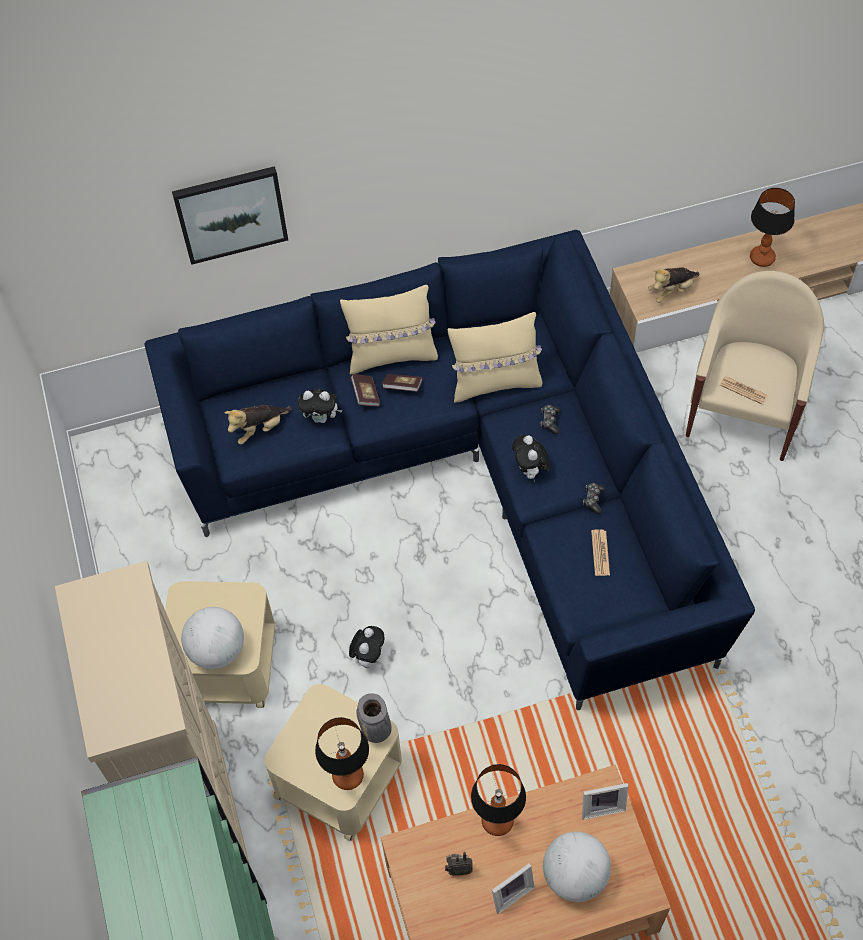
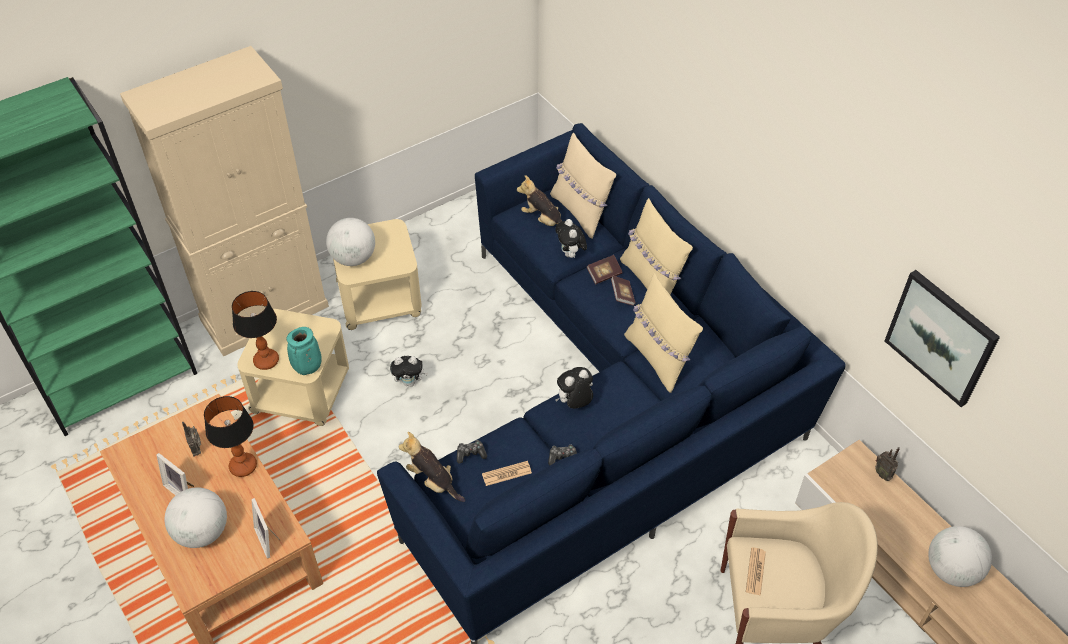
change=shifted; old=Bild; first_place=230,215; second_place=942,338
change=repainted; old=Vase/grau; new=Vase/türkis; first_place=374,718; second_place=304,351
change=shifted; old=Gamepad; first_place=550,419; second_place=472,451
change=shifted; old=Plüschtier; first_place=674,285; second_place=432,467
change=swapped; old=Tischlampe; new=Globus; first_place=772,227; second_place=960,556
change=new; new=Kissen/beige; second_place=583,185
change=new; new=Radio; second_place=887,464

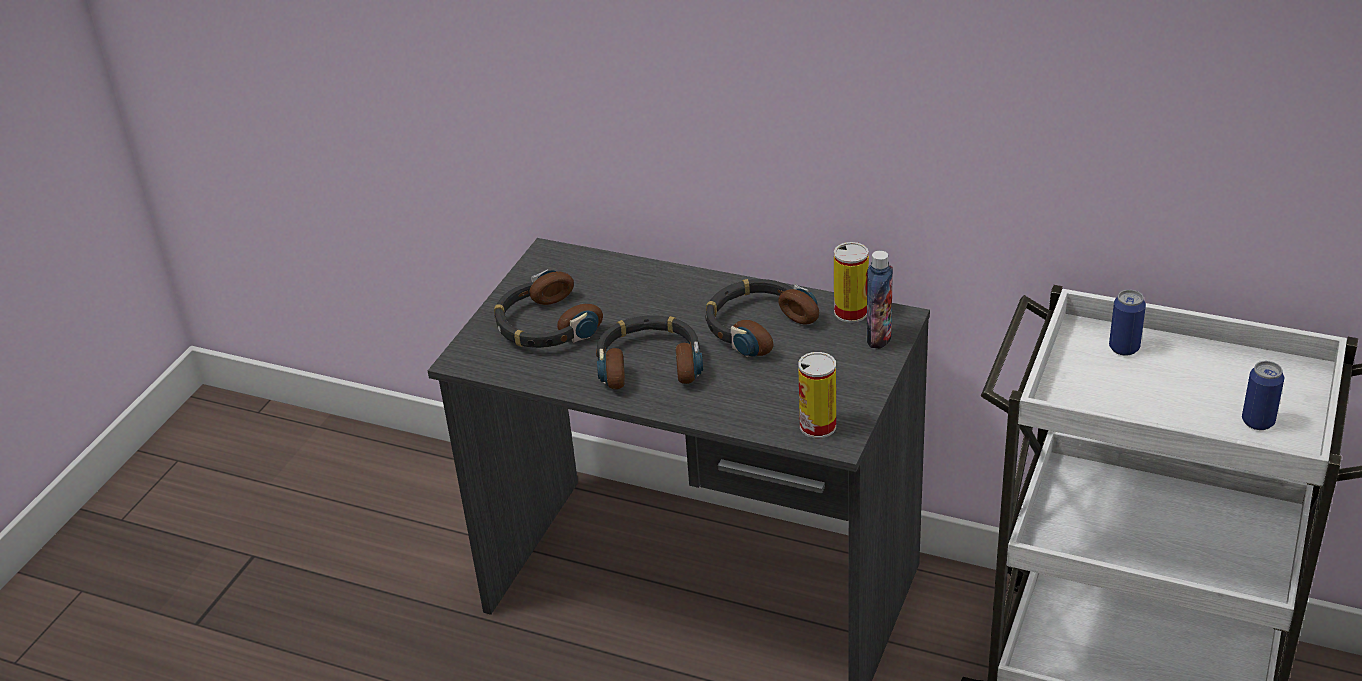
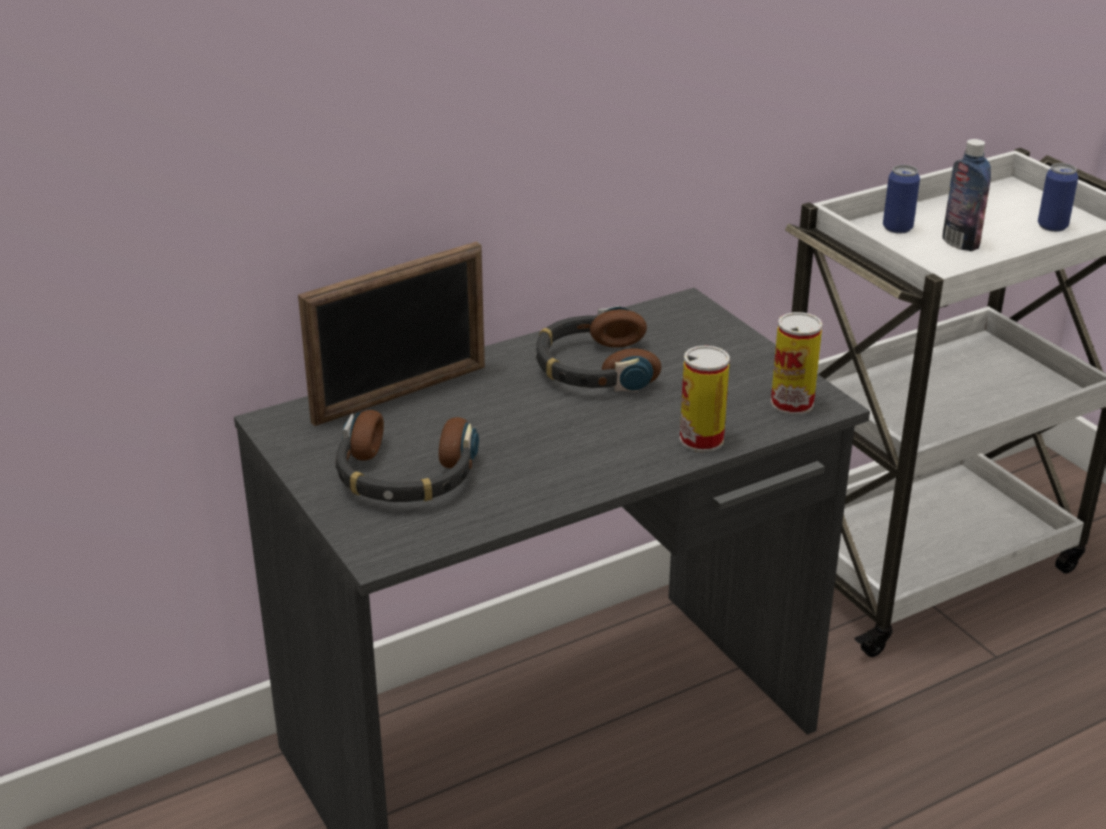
change=gone; old=Kopfhörer; first_place=649,352
change=shifted; old=Dose; first_place=851,282; second_place=705,399
change=shifted; old=Flasche; first_place=880,300; second_place=966,195
change=new; new=Bilderrahmen; second_place=391,333

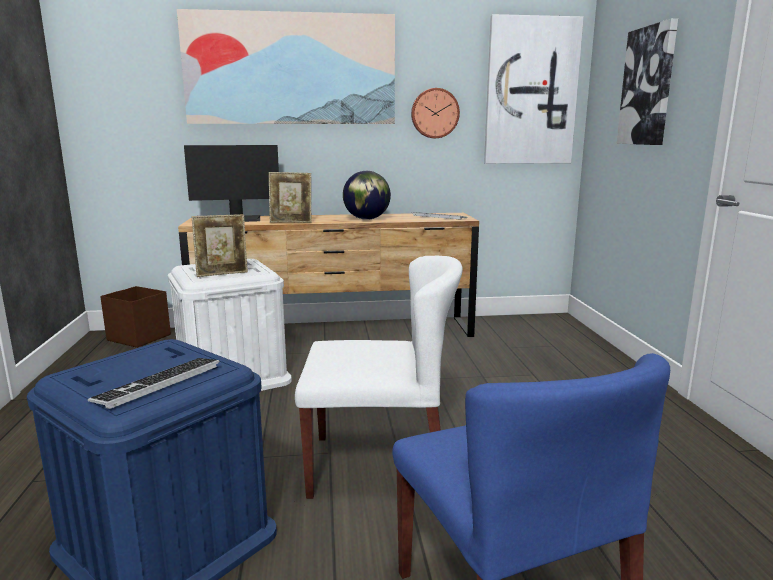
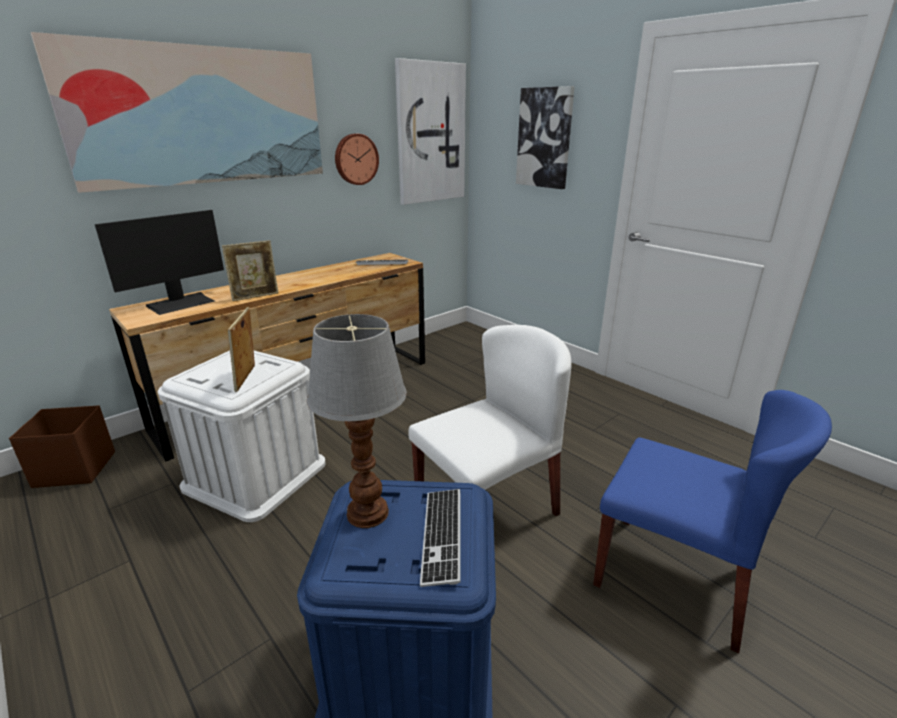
change=rotated; old=Bilderrahmen; first_place=220,245; second_place=241,349; degrees=150
change=gone; old=Globus; first_place=367,195
change=new; new=Tischlampe; second_place=357,421

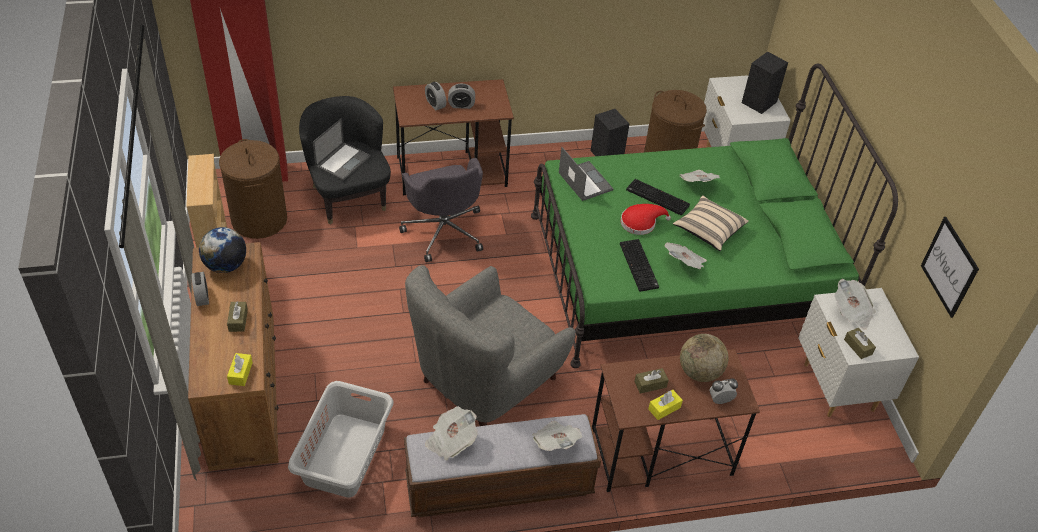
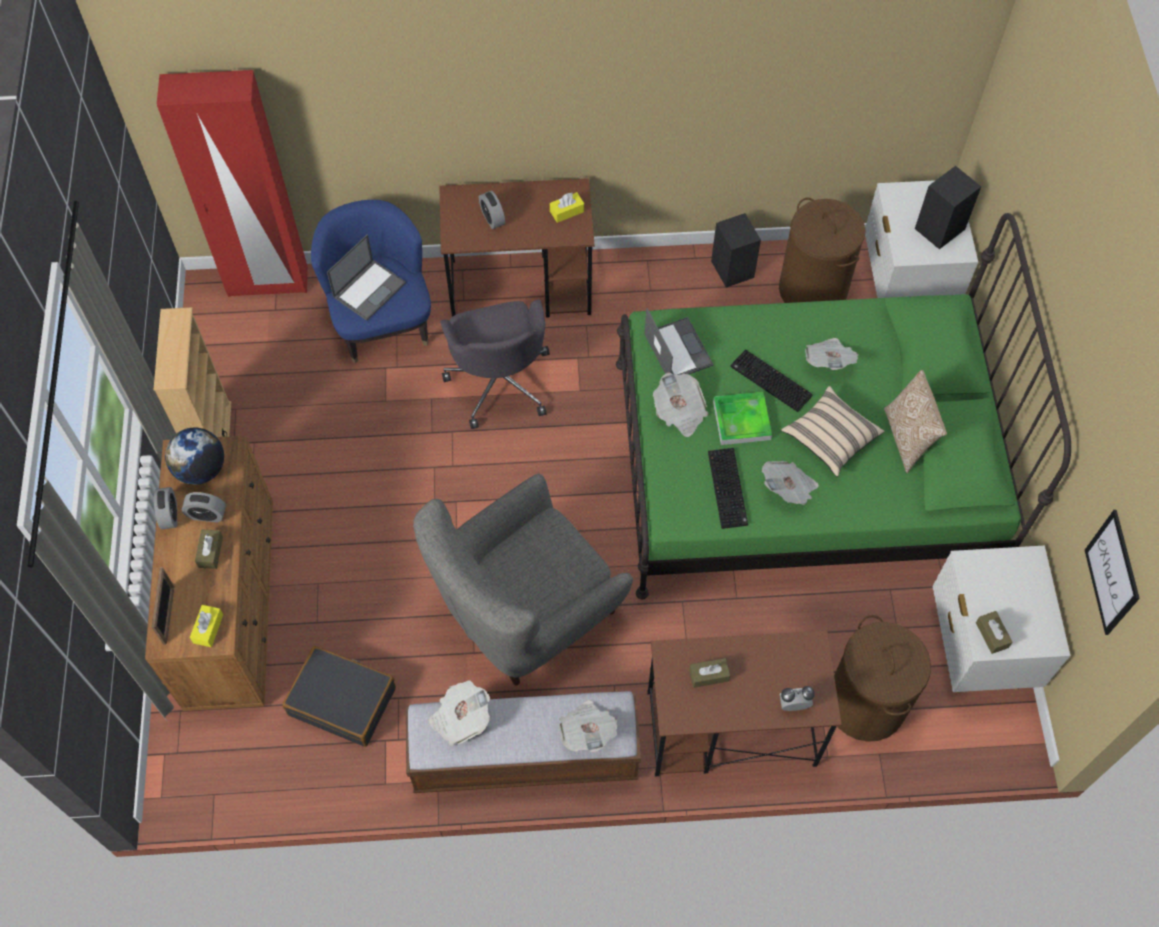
change=shifted; old=Wäschekorb/braun; first_place=253,189; second_place=882,678
change=swapped; old=Wäschekorb/grau; new=Koffer/schwarz; first_place=341,439; second_place=339,696
change=repainted; old=Sessel/schwarz; new=Sessel/blau; first_place=345,160; second_place=371,281
change=shifted; old=Wecker; first_place=461,96; second_place=204,507
change=swapped; old=Hut/rot; new=Tablett; first_place=646,219; second_place=742,418
change=shifted; old=Taschentuchbox/gelb; first_place=665,405; second_place=567,207
change=gone; old=Globus; first_place=704,358
change=shifted; old=Zeitung; first_place=855,304; second_place=680,404
change=new; new=Bilderrahmen; second_place=163,606
change=new; new=Kissen; second_place=915,421

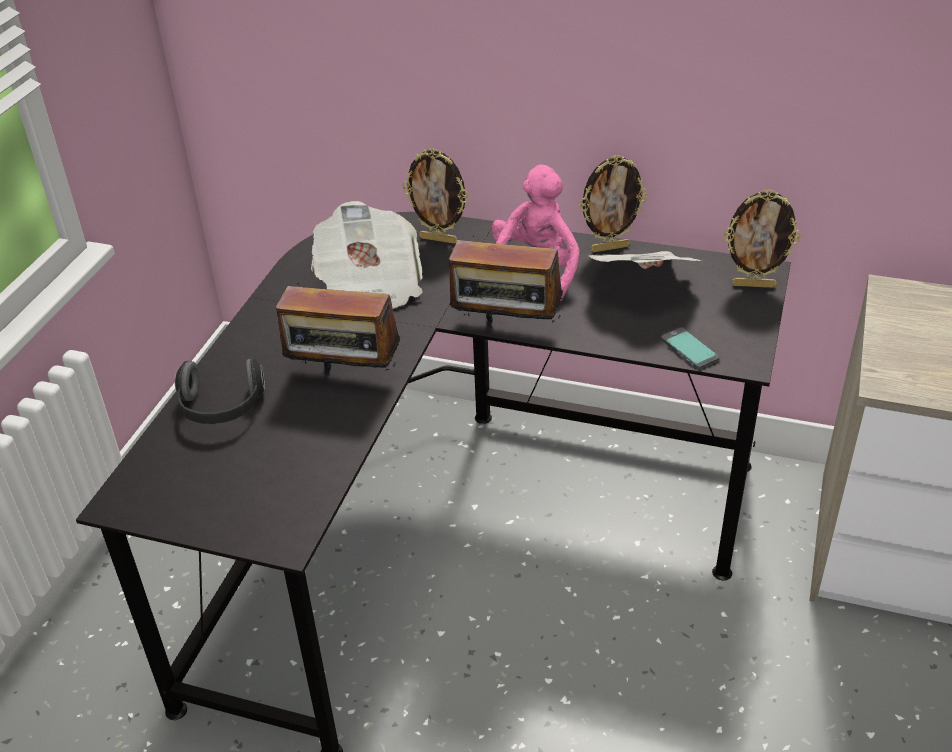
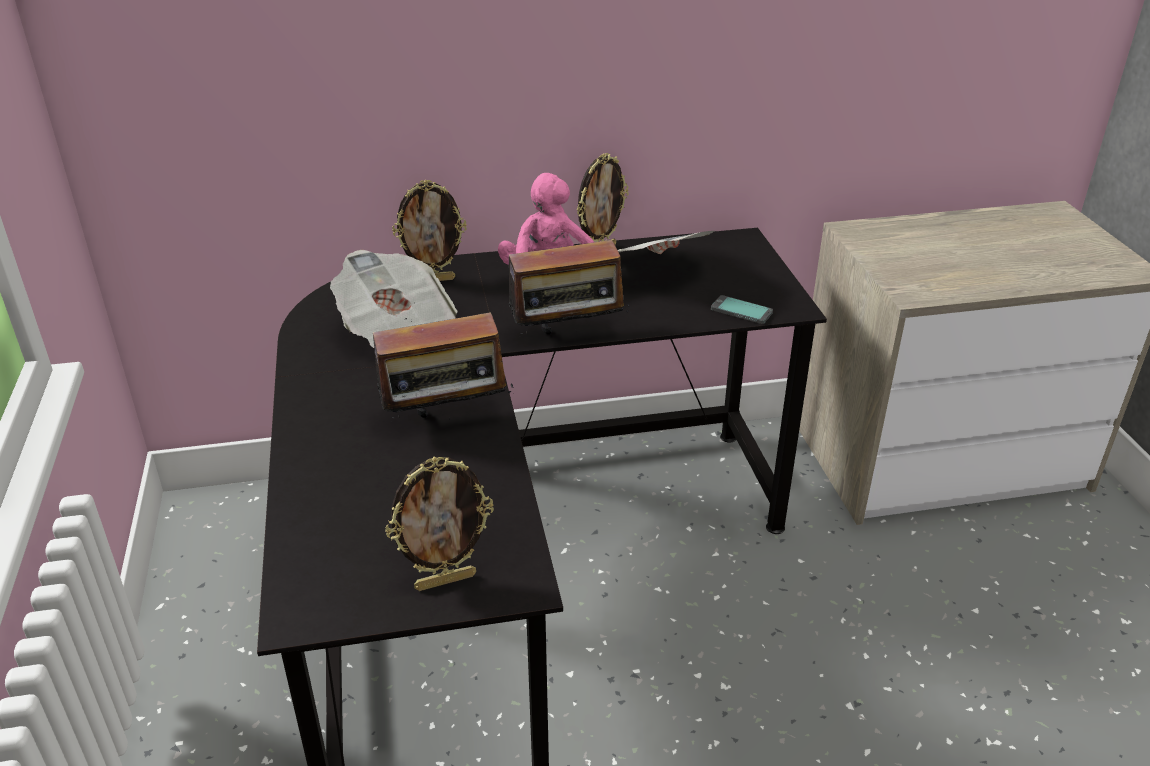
change=gone; old=Kopfhörer; first_place=220,391
change=shifted; old=Bilderrahmen; first_place=762,238; second_place=439,523

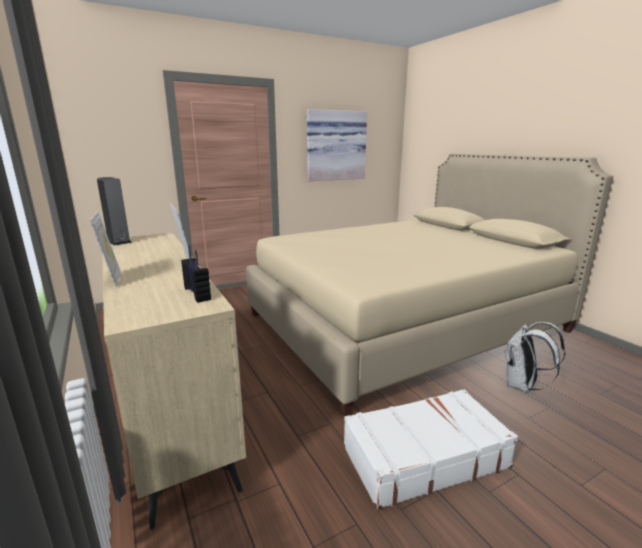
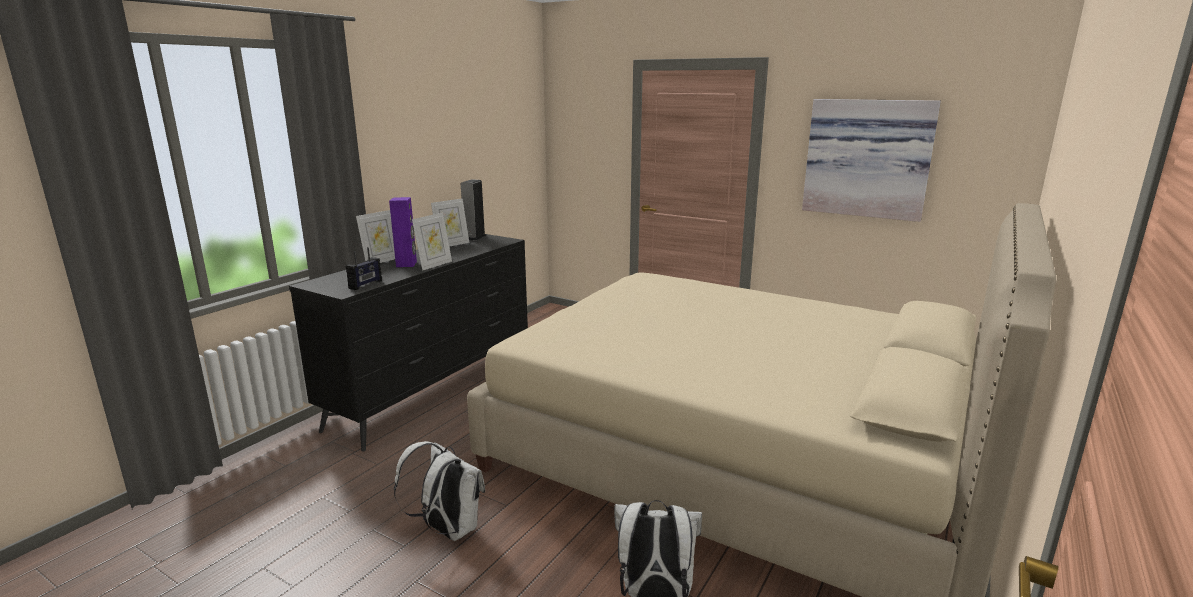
change=repainted; old=Kommode/beige; new=Kommode/schwarz; first_place=174,381; second_place=408,342
change=swapped; old=Koffer/weiß; new=Rucksack/weiß; first_place=431,449; second_place=439,491
change=new; new=Lautsprecher/lila; second_place=403,232
change=new; new=Bilderrahmen; second_place=450,222

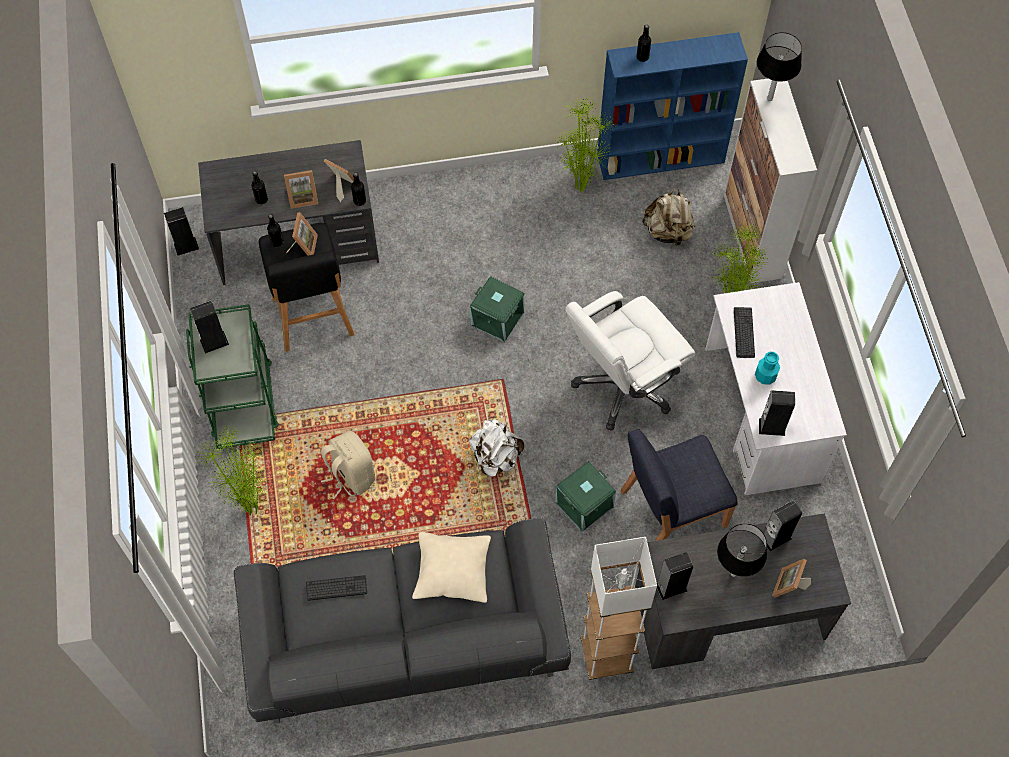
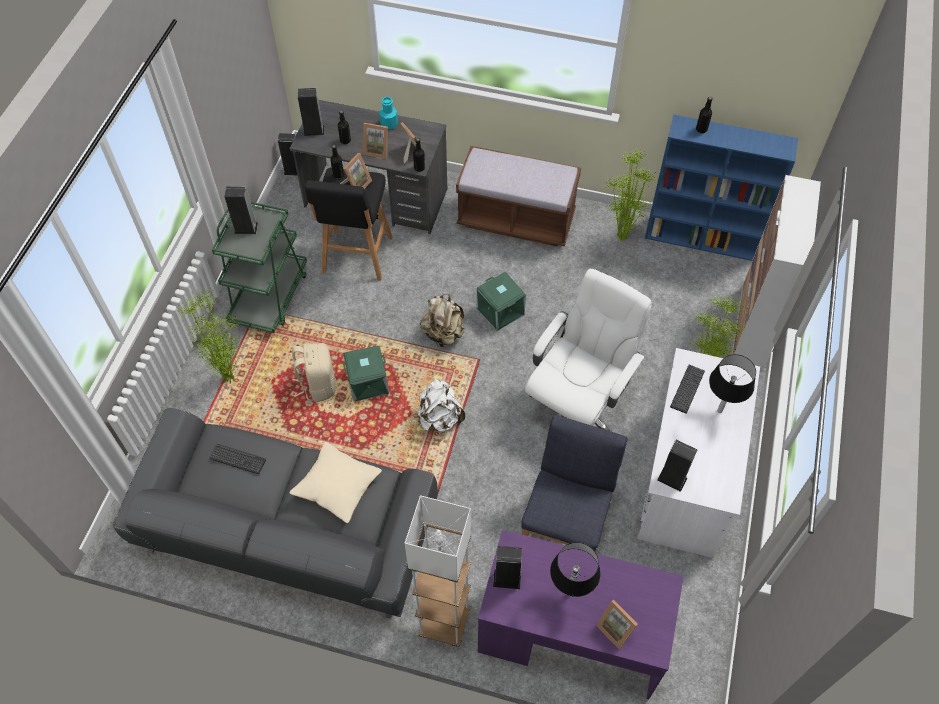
change=shifted; old=Aufbewahrungsbox/grün; first_place=585,496; second_place=366,374
change=rotated; old=Bürostuhl/weiß; first_place=630,361; second_place=588,349; degrees=135
change=rotated; old=Stuhl/blau; first_place=679,485; second_place=574,483; degrees=105
change=repainted; old=Schreibtisch/grau; new=Schreibtisch/lila; first_place=743,591; second_place=581,614
change=shifted; old=Rucksack/beige; first_place=668,217; second_place=442,320
change=shifted; old=Flasche/türkis; first_place=767,368; second_place=388,113
change=shifted; old=Tischlampe/schwarz; first_place=779,66; second_place=732,383
change=shifted; old=Lautsprecher; first_place=783,525; second_place=311,112
change=rotated; old=Bilderrahmen; first_place=791,578; second_place=617,624; degrees=-90
change=new; new=Bank/braun; second_place=518,196

